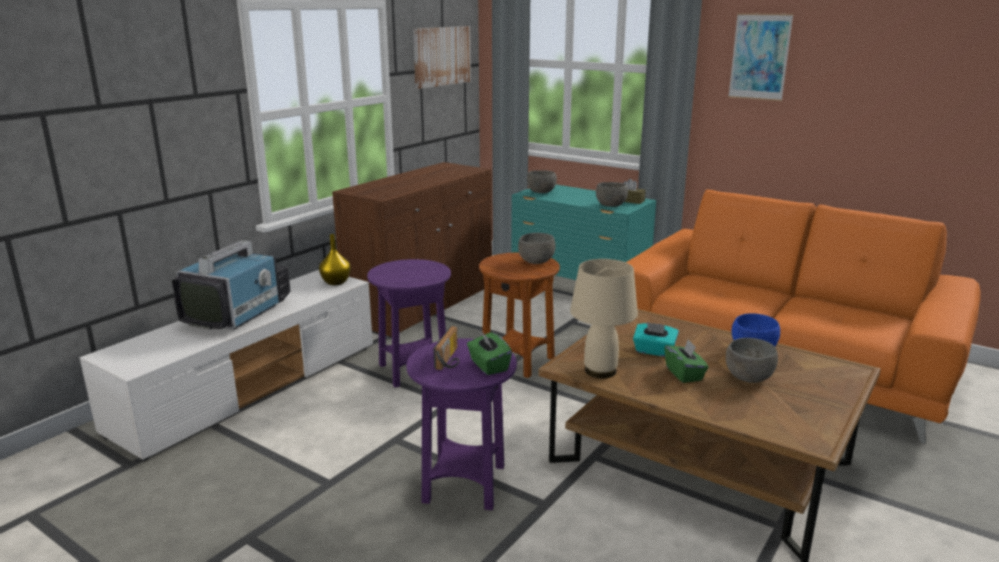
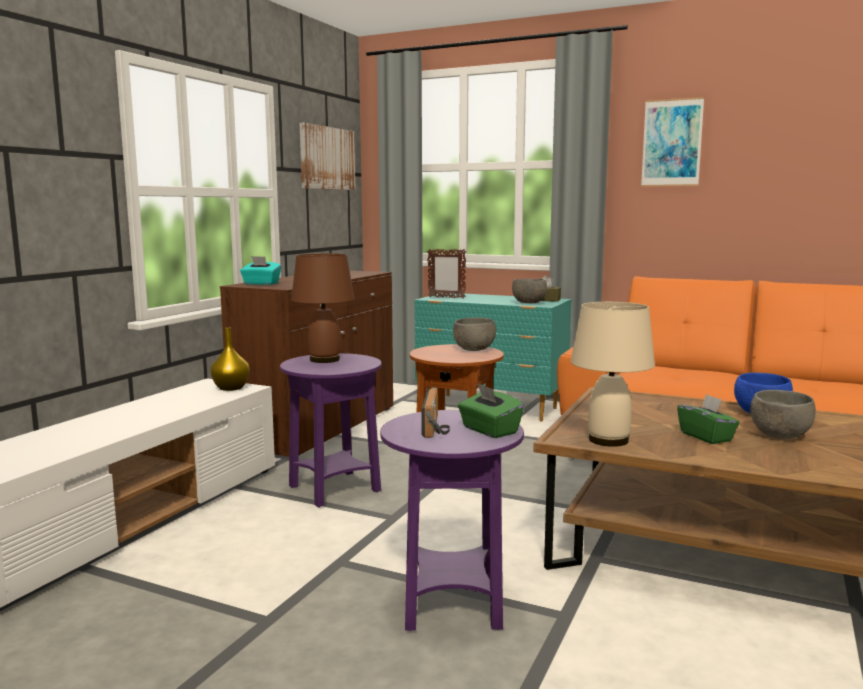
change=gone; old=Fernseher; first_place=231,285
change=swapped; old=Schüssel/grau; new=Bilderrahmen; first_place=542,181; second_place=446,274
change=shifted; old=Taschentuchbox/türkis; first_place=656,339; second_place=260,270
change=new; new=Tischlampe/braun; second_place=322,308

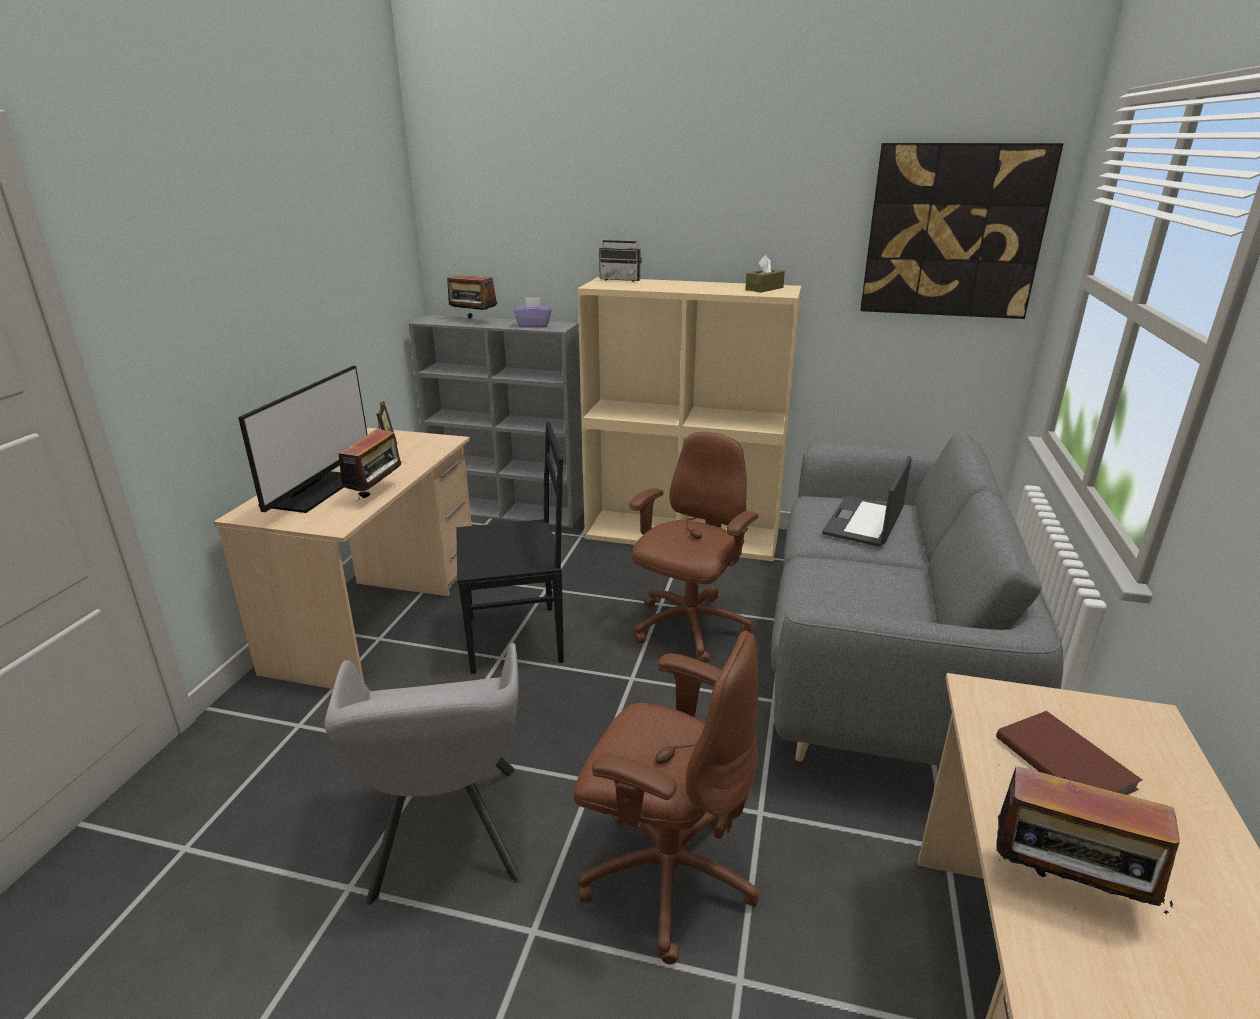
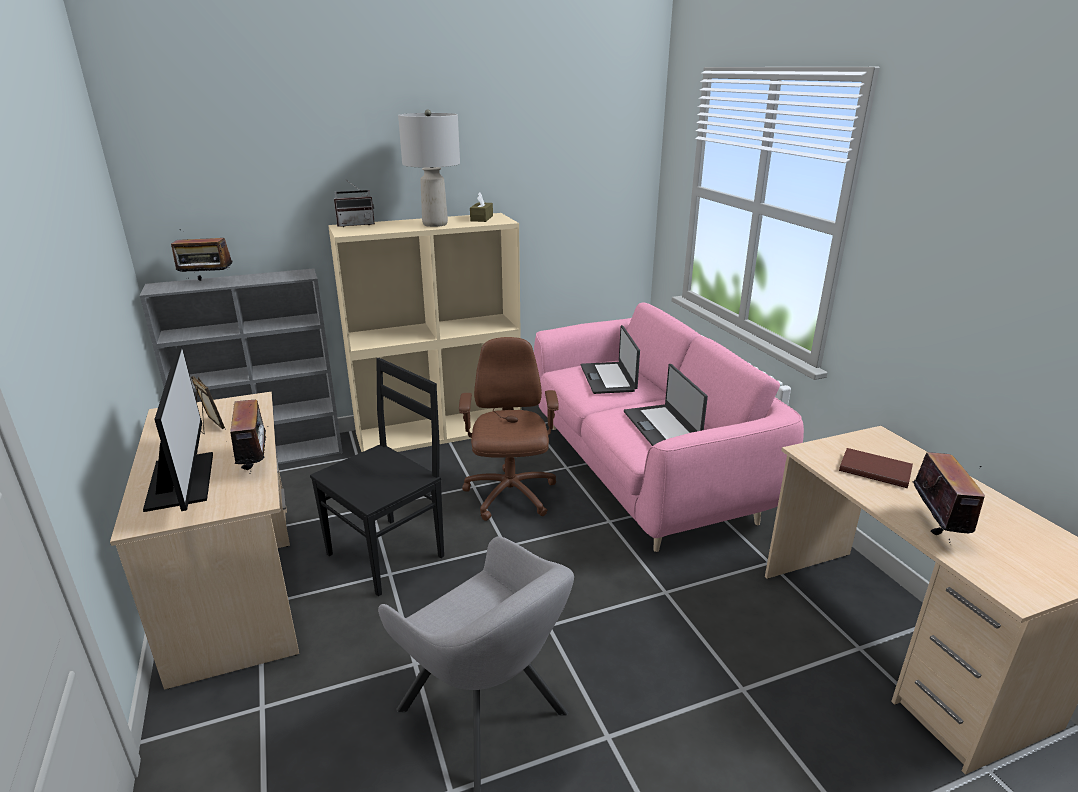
change=gone; old=Taschentuchbox/lila; first_place=533,312
change=gone; old=Bürostuhl/braun; first_place=666,797
change=repainted; old=Sofa/grau; new=Sofa/rosa; first_place=917,599; second_place=669,427
change=gone; old=Bild; first_place=961,231
change=rotated; old=Radio; first_place=1086,840; second_place=949,497; degrees=-75
change=new; new=Tischlampe/grau; second_place=429,168
change=new; new=Laptop; second_place=666,405

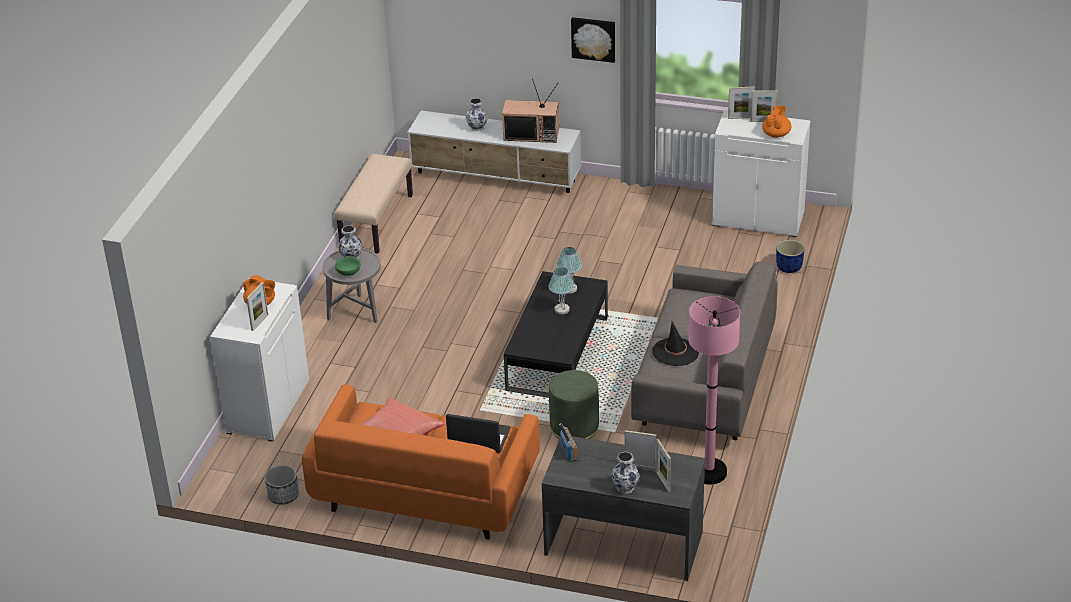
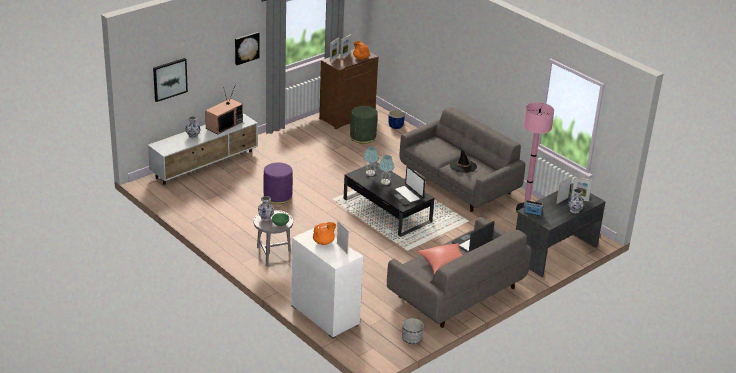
change=repainted; old=Sofa/orange; new=Sofa/grau; first_place=421,462; second_place=459,272
change=gone; old=Bank/beige; first_place=373,203
change=shifted; old=Polsterhocker/grün; first_place=574,404; second_place=363,125
change=repainted; old=Schrank/weiß; new=Schrank/braun; first_place=761,173; second_place=348,89
change=new; new=Bild; second_place=170,80
change=new; new=Polsterhocker/lila; second_place=278,183
change=new; new=Laptop; second_place=406,186

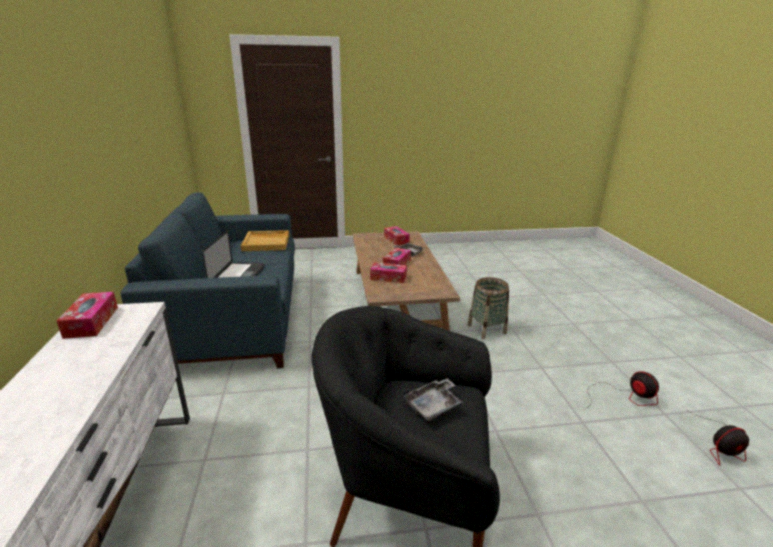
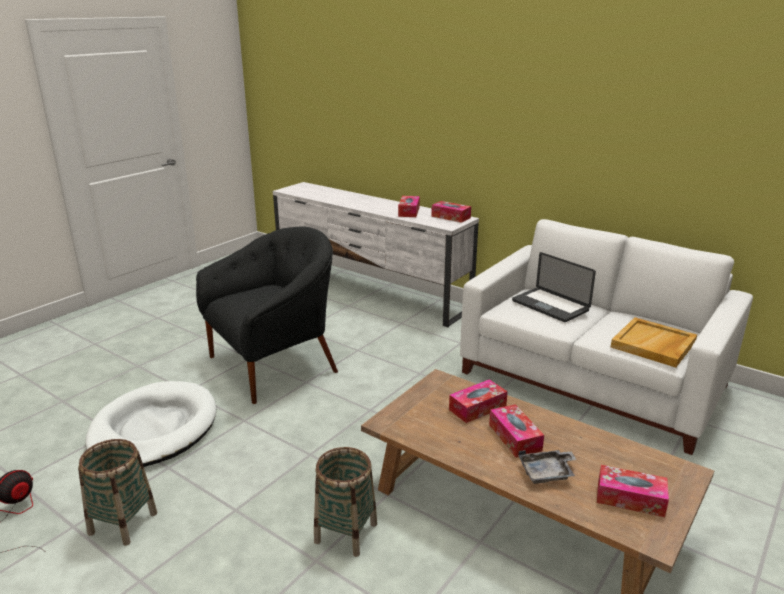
change=repainted; old=Sofa/blau; new=Sofa/weiß; first_place=208,280; second_place=606,337
change=gone; old=Tablett/grau; first_place=432,399
change=swapped; old=Ventilator; new=Korb; first_place=623,389; second_place=117,492
change=new; new=Hundebett/weiß; second_place=150,424
change=new; new=Taschentuchbox; second_place=409,206

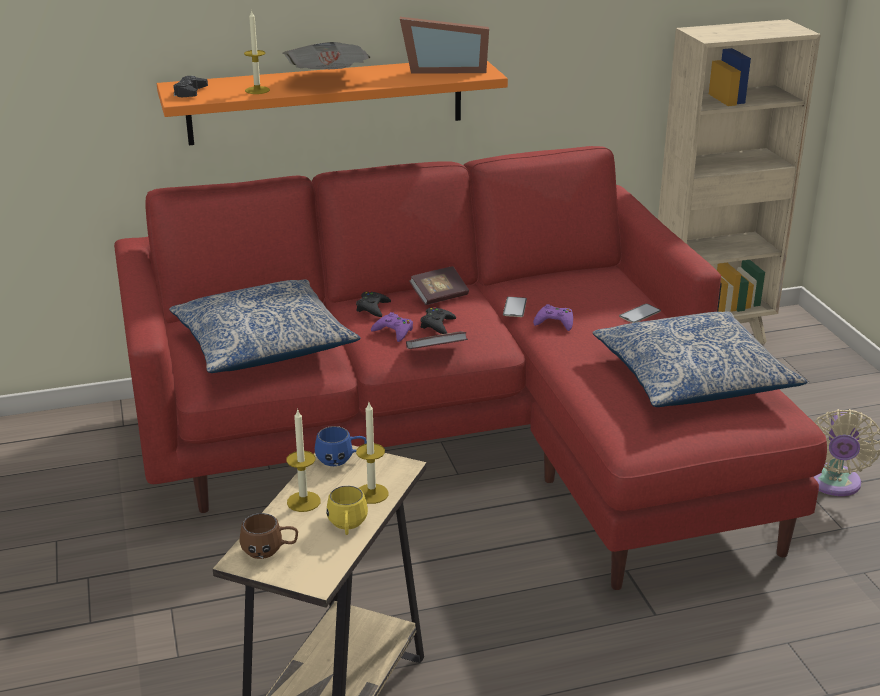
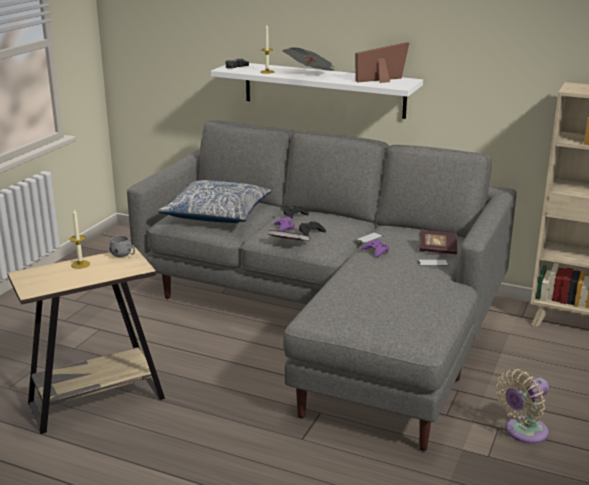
change=repainted; old=Sofa/rot; new=Sofa/grau; first_place=470,368; second_place=322,285
change=repainted; old=Wandregal/orange; new=Wandregal/weiß; first_place=332,103; second_place=317,91
change=gone; old=Henkelbecher/braun; first_place=268,536
change=repainted; old=Henkelbecher/blau; new=Henkelbecher/grau; first_place=341,446; second_place=122,246
change=gone; old=Henkelbecher/gelb; first_place=347,510
change=gone; old=Kerze; first_place=372,453
change=rotated; old=Bilderrahmen; first_place=444,45; second_place=382,62; degrees=120
change=shifted; old=Buch; first_place=439,285; second_place=438,242
change=gone; old=Kissen; first_place=699,359

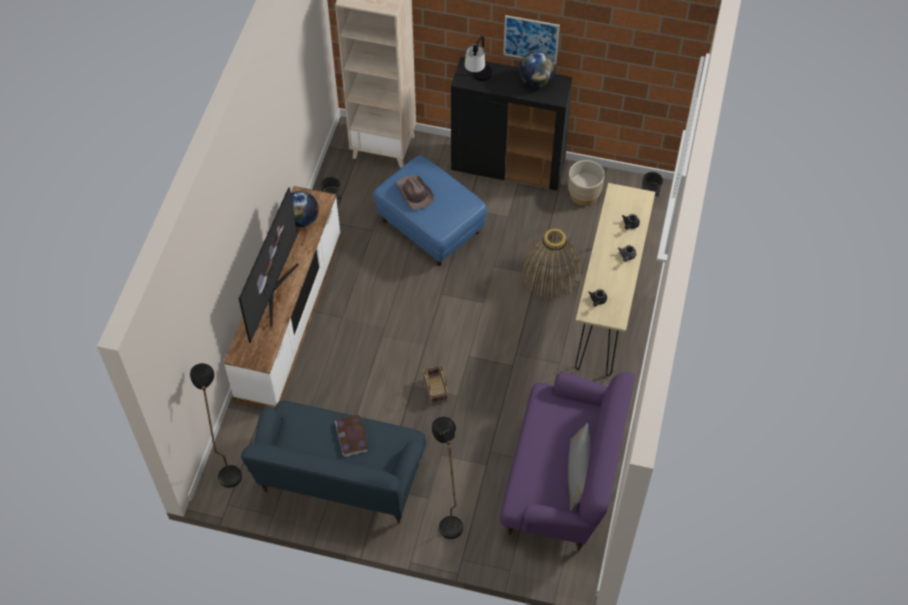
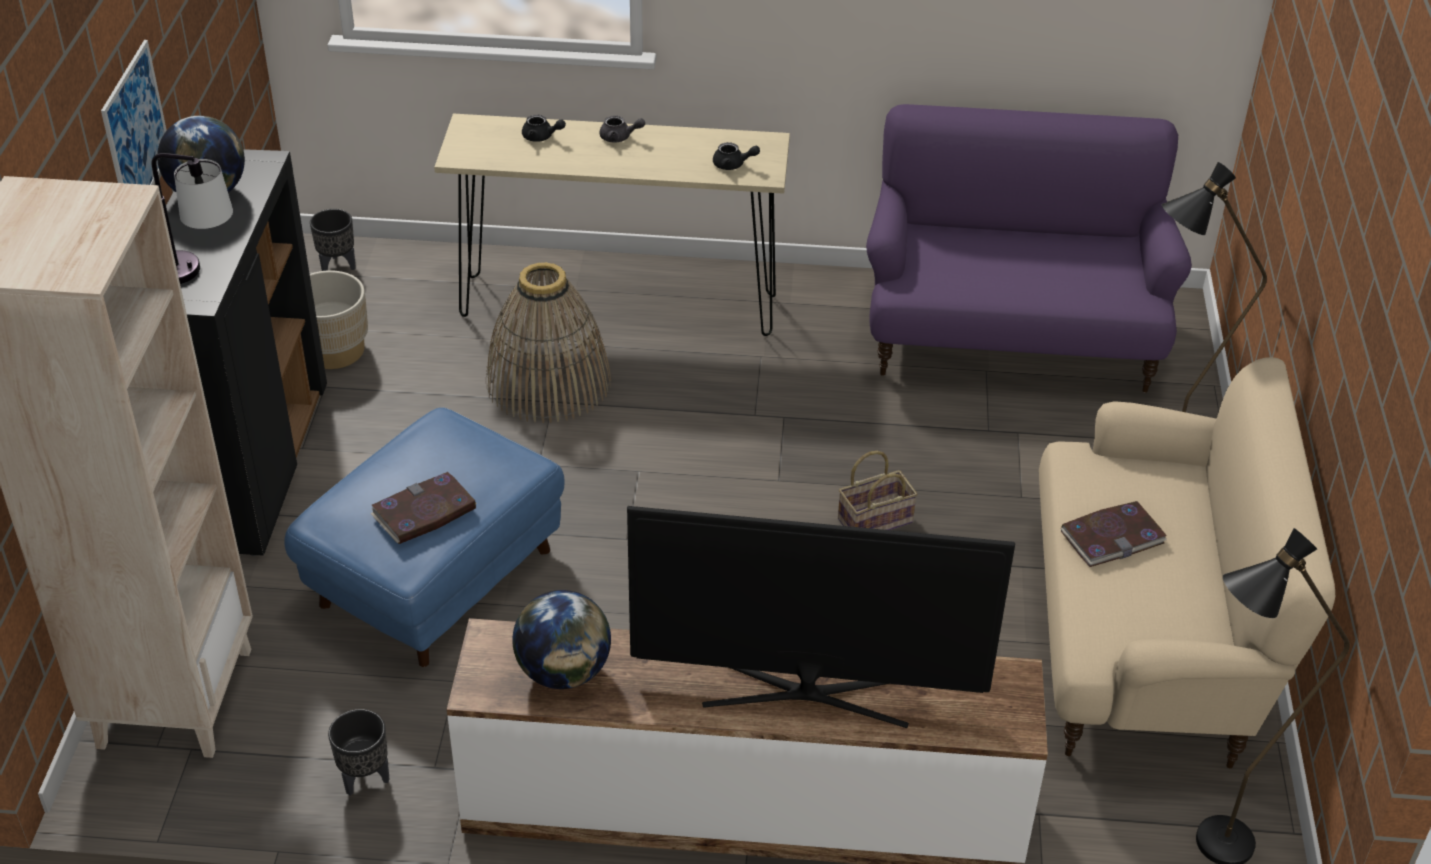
change=repainted; old=Sofa/blau; new=Sofa/beige; first_place=333,462; second_place=1187,562
change=swapped; old=Hut/braun; new=Buch; first_place=415,193; second_place=423,508
change=gone; old=Kissen/grau; first_place=579,467

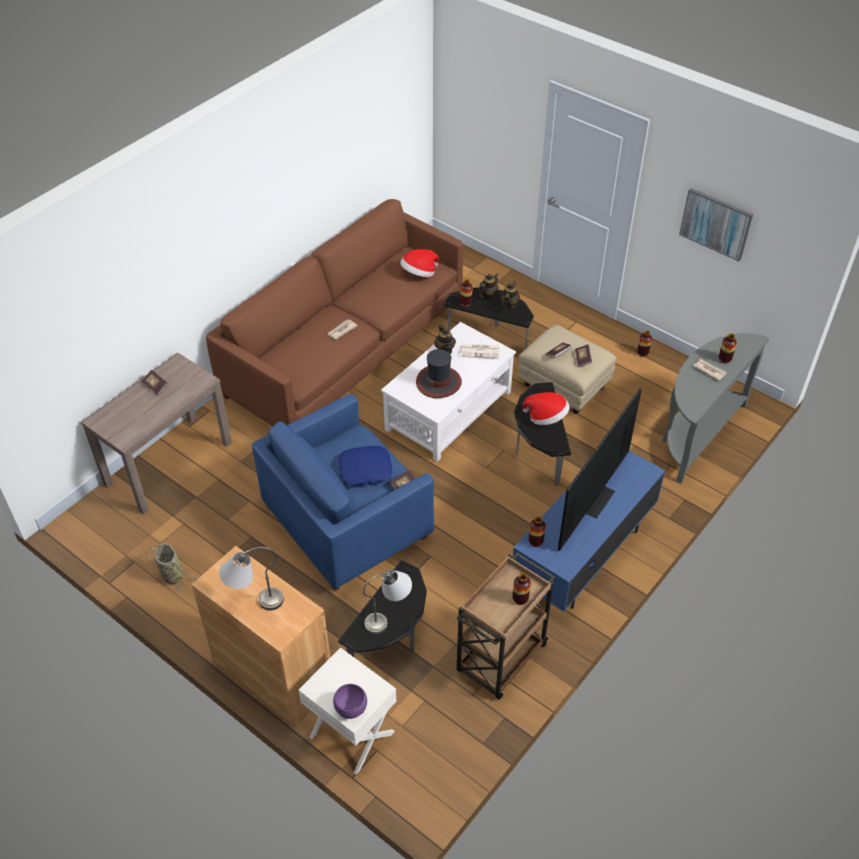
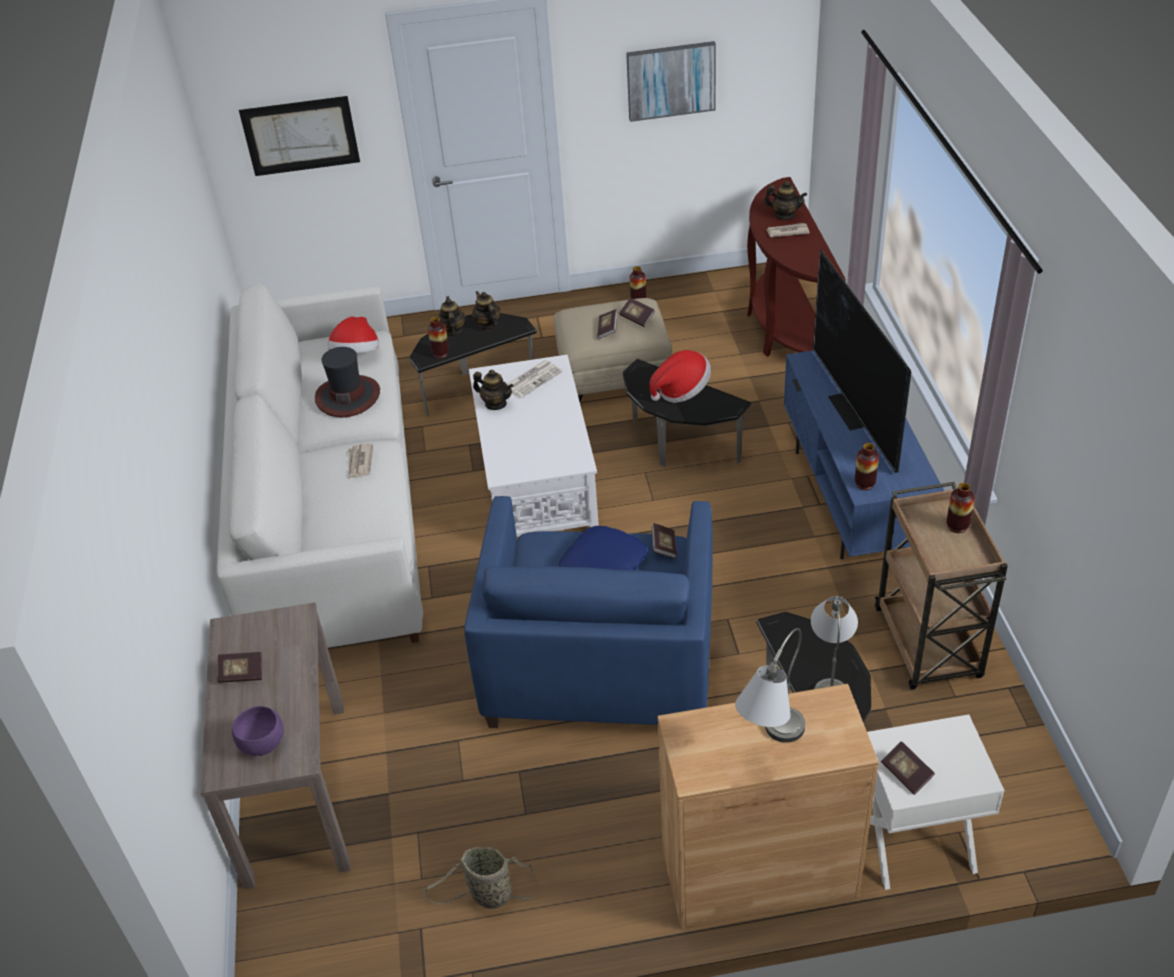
change=repainted; old=Sofa/braun; new=Sofa/weiß; first_place=334,312; second_place=320,465
change=shifted; old=Schüssel/lila; first_place=350,701; second_place=258,731
change=shifted; old=Hut; first_place=439,373; second_place=347,382
change=repainted; old=Konsolentisch/grau; new=Konsolentisch/braun; first_place=715,408; second_place=796,267
change=swapped; old=Vase; new=Teekanne; first_place=728,348; second_place=785,200
change=new; new=Bild; second_place=299,136
change=new; new=Buch; second_place=908,768

